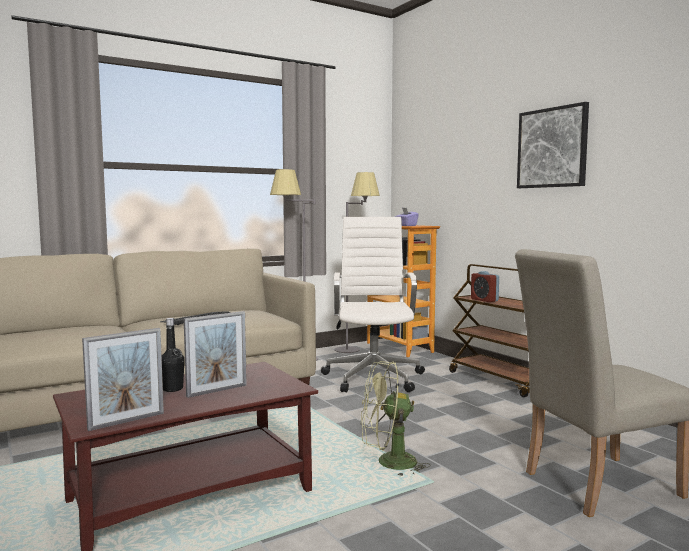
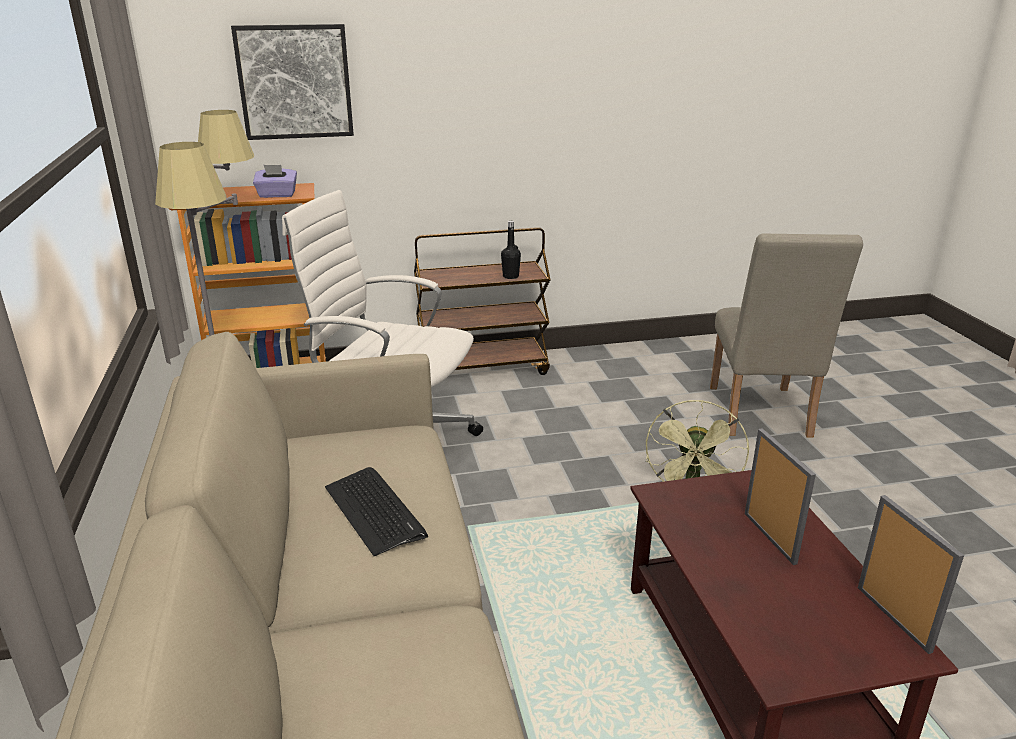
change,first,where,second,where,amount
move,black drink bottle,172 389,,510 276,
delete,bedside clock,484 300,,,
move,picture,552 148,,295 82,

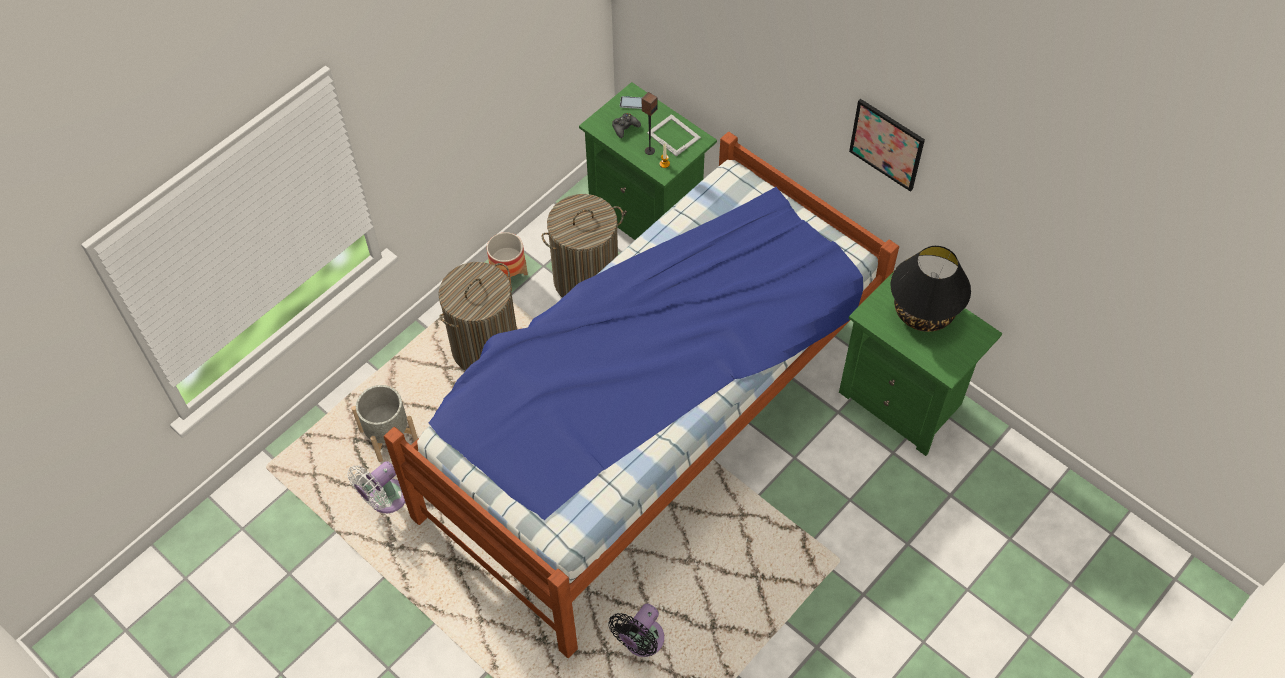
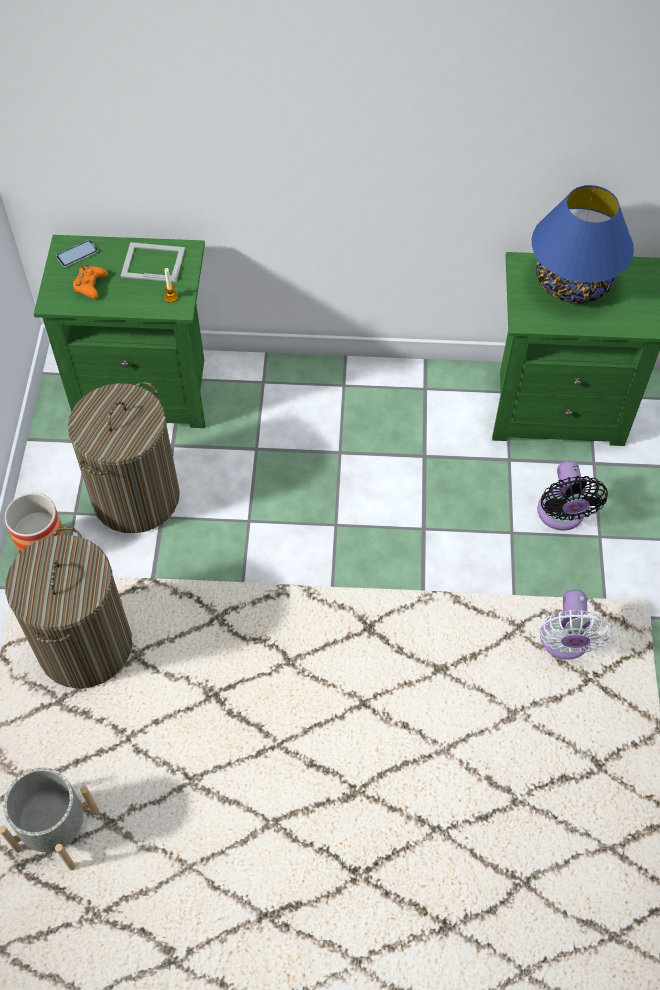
change,first,where,second,where,amount
move,white fan,384 499,,564 643,
delete,sleeping bed,649 424,,,
move,black fan,641 642,,561 515,
recolor,black gamepad,625 127,orange-coloured gamepad,90 285,
delete,audio speaker,649 151,,,
delete,picture,886 144,,,
recolor,black table lamp,923 311,blue table lamp,572 282,

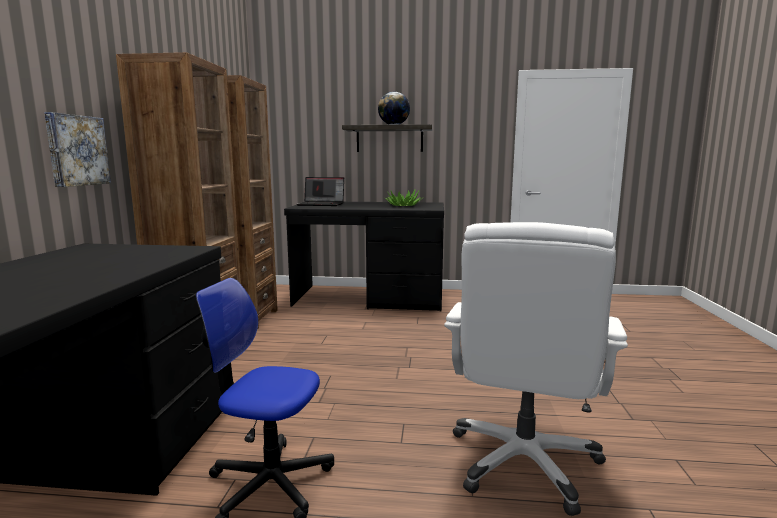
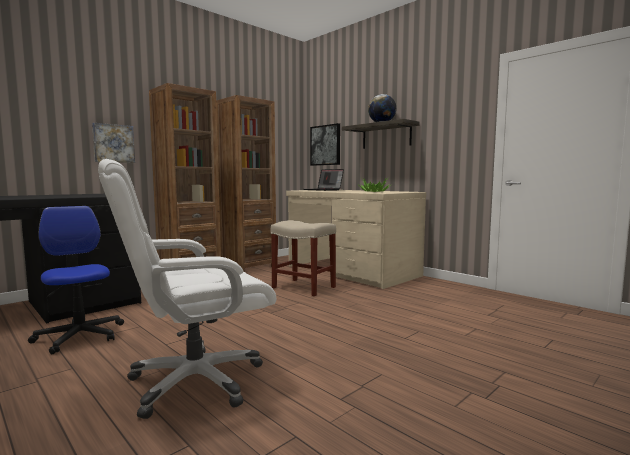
change,first,where,second,where,amount
recolor,black desk table,370 298,beige desk table,351 271,
insert,,,beige stool,303 287,
insert,,,picture,325 145,

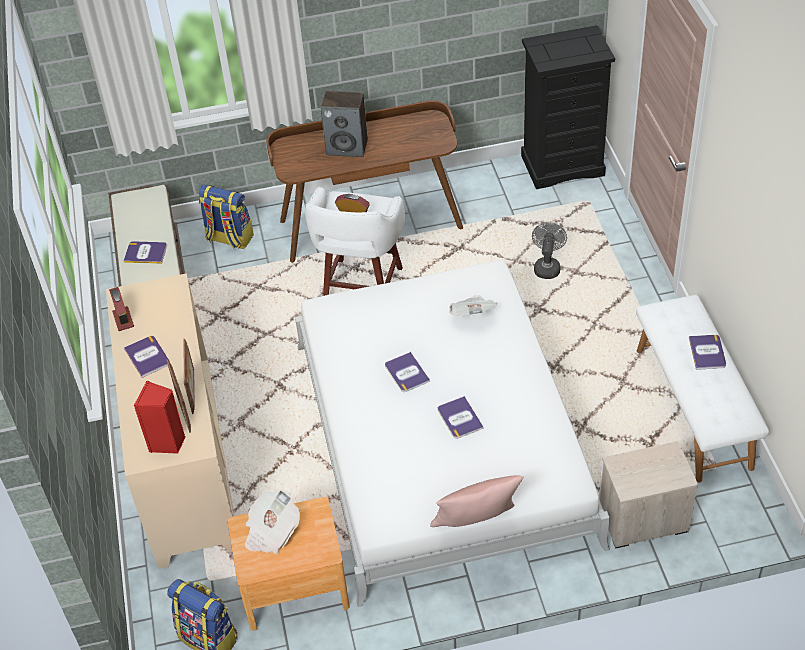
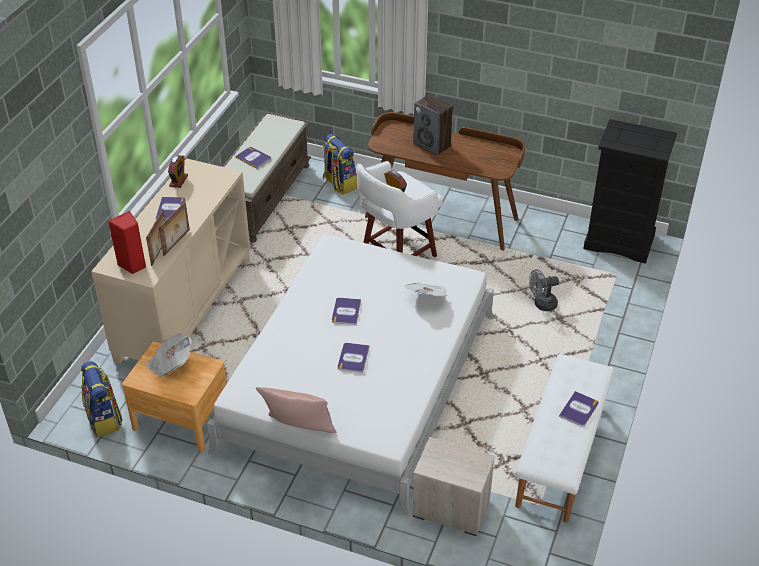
change,first,where,second,where,amount
rotate,gray fan,547 266,,541 304,150 degrees counterclockwise

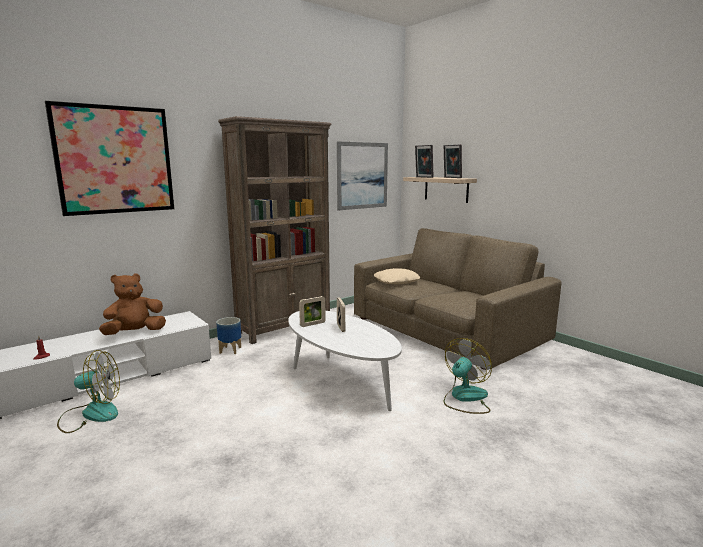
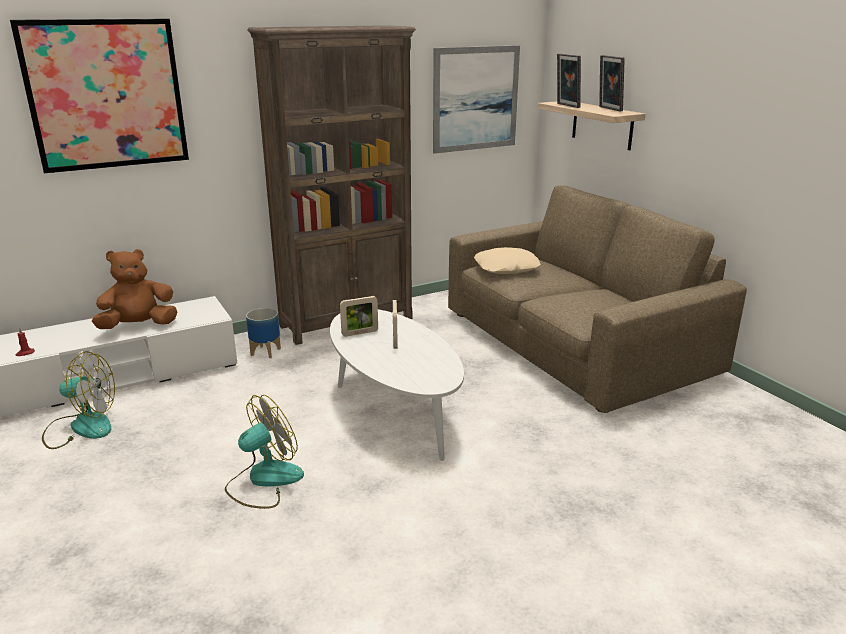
change,first,where,second,where,amount
move,fan,465 398,,264 480,

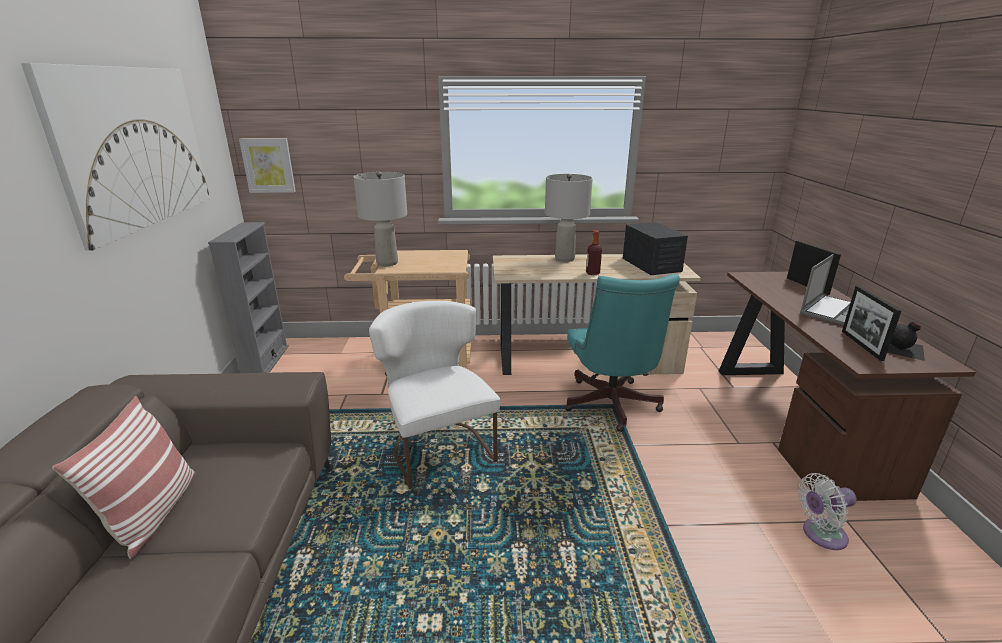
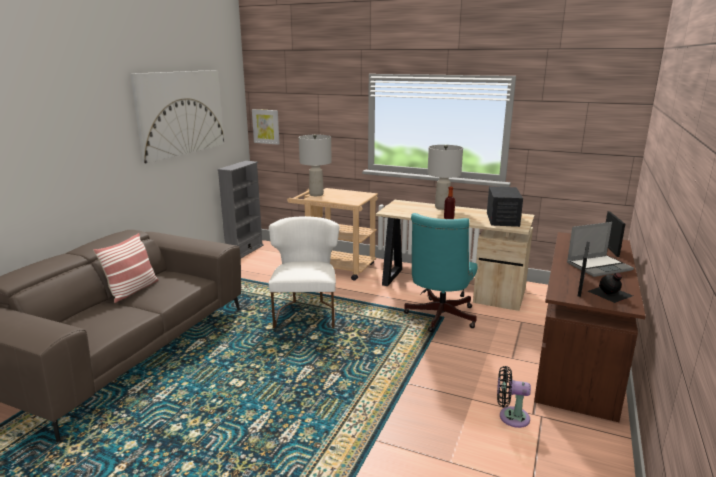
change,first,where,second,where,amount
recolor,white fan,820 535,black fan,510 417,

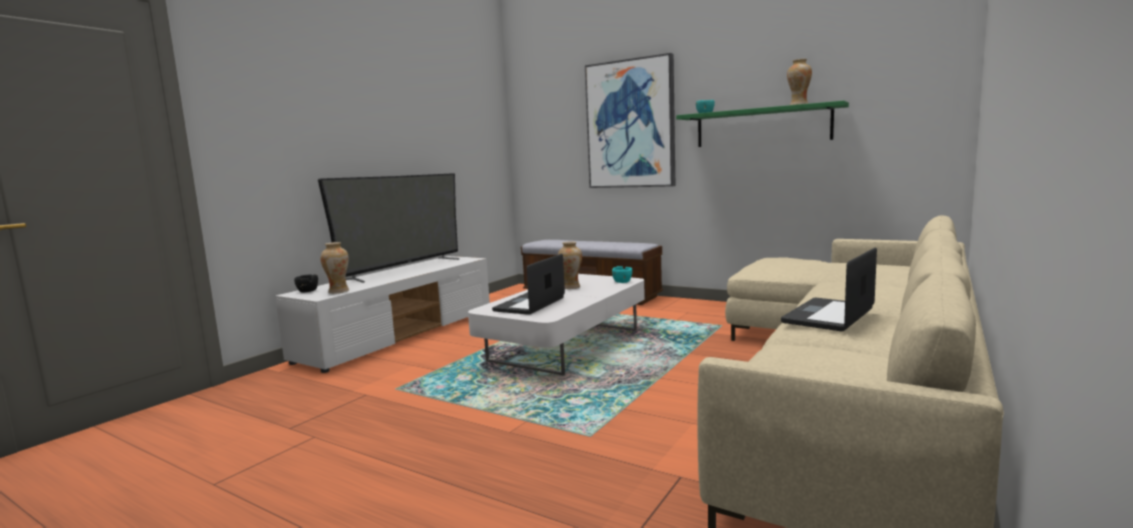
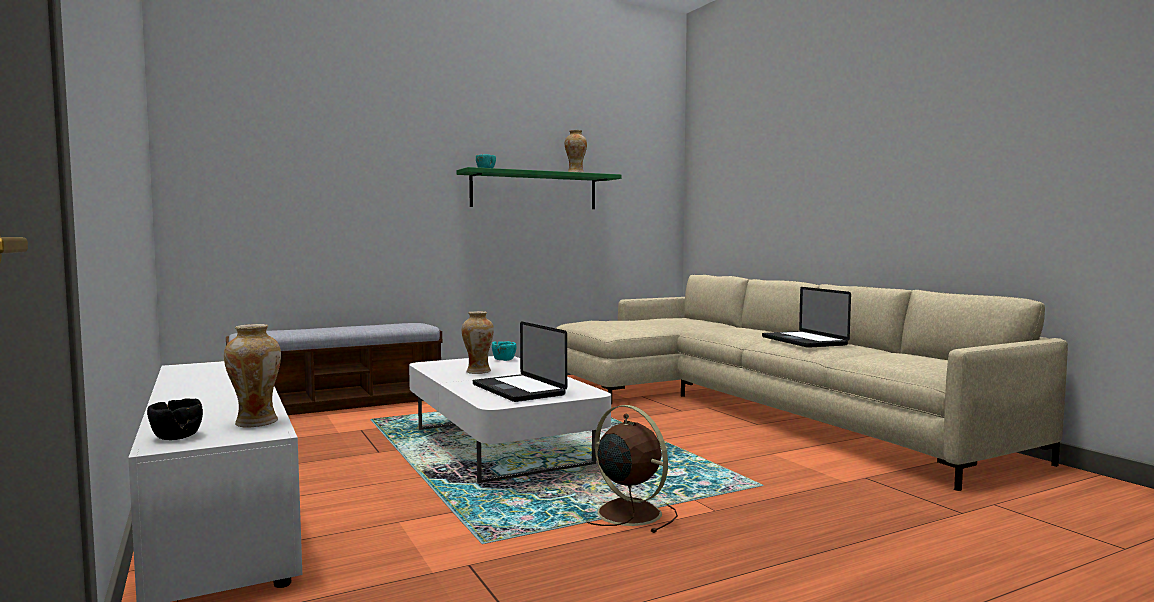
change,first,where,second,where,amount
delete,TV,404 269,,,
delete,picture,630 124,,,
insert,,,brown fan,626 512,

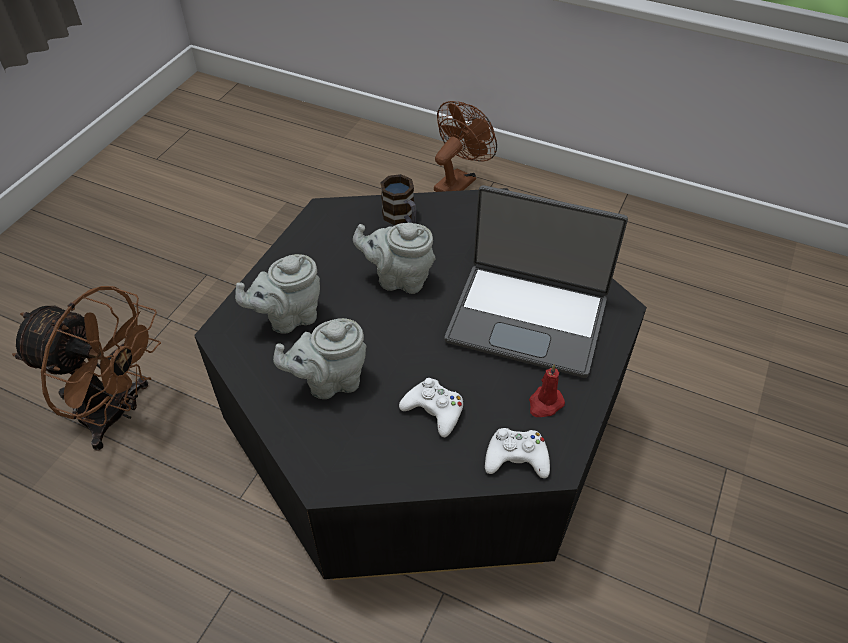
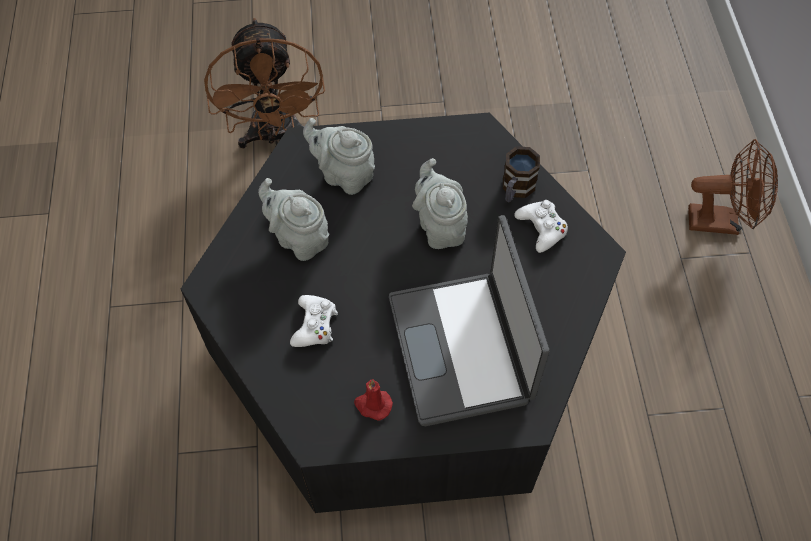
change,first,where,second,where,amount
move,white gamepad,516 458,,542 229,

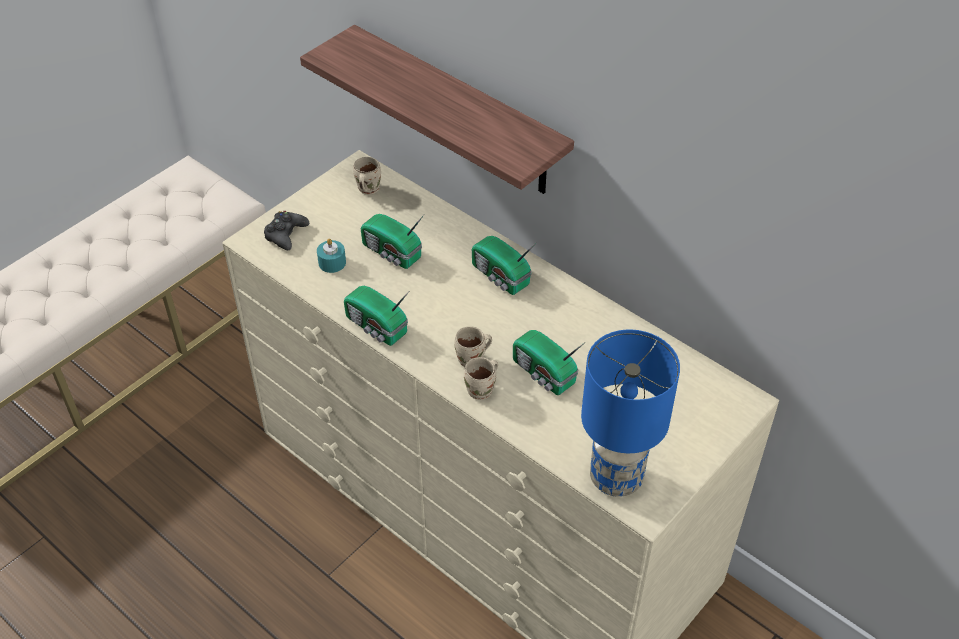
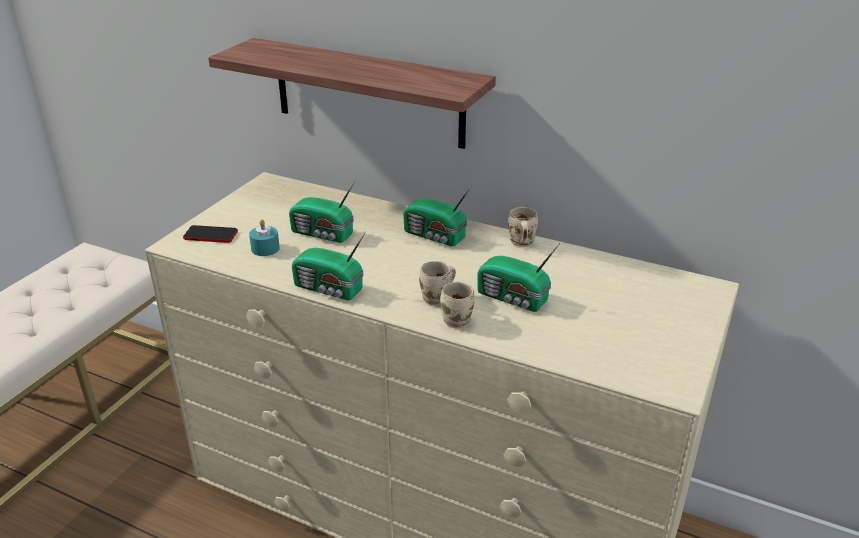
change,first,where,second,where,amount
replace,black gamepad,285 234,handset,210 235,
move,beige mug,367 189,,520 242,
delete,blue table lamp,616 479,,,

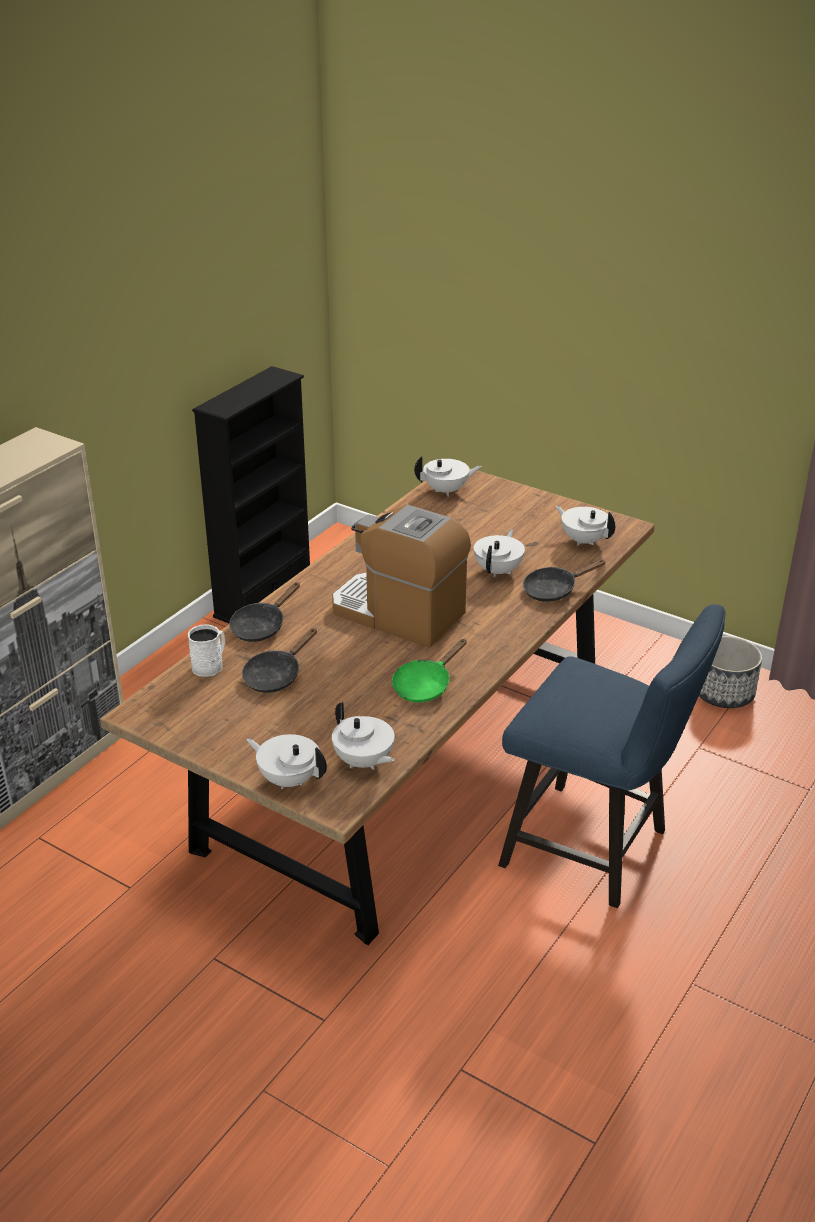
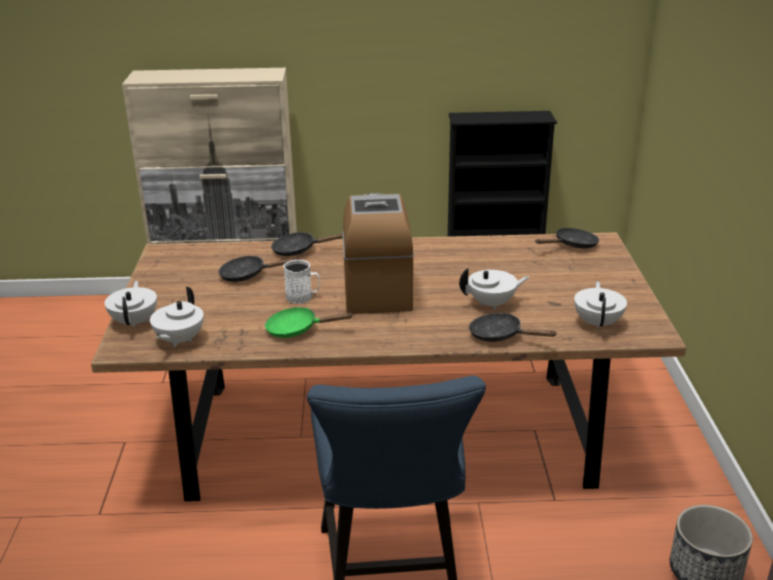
change,first,where,second,where,amount
move,white mug,210 665,,303 297,
replace,white pot for tea,446 491,black pan,572 245,

